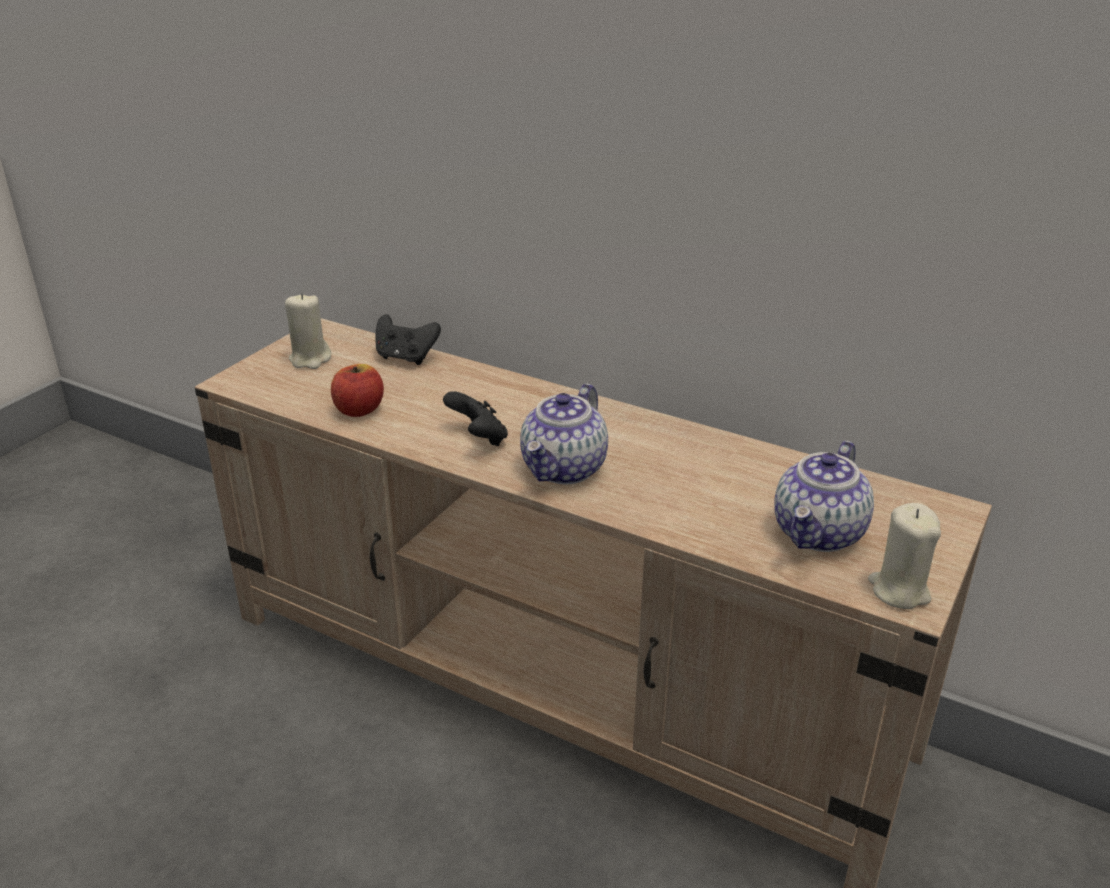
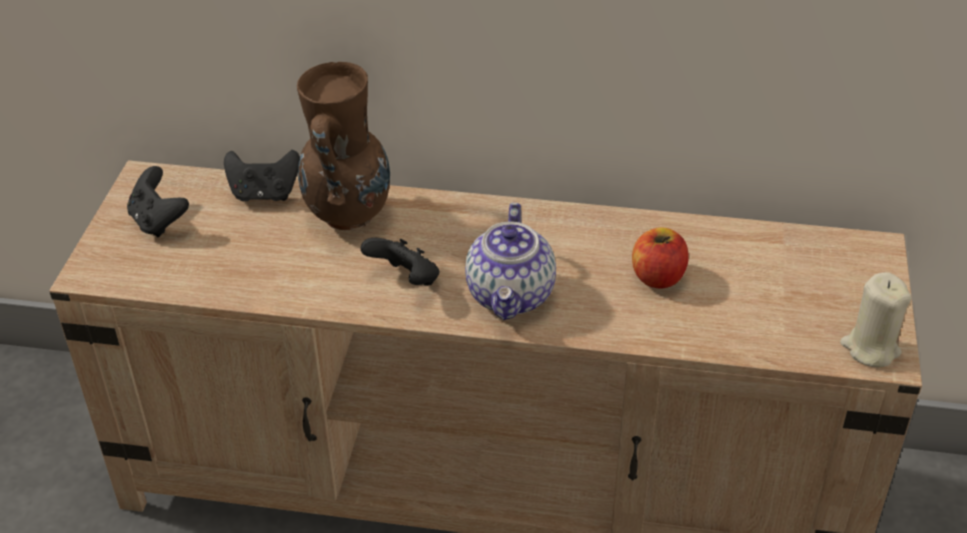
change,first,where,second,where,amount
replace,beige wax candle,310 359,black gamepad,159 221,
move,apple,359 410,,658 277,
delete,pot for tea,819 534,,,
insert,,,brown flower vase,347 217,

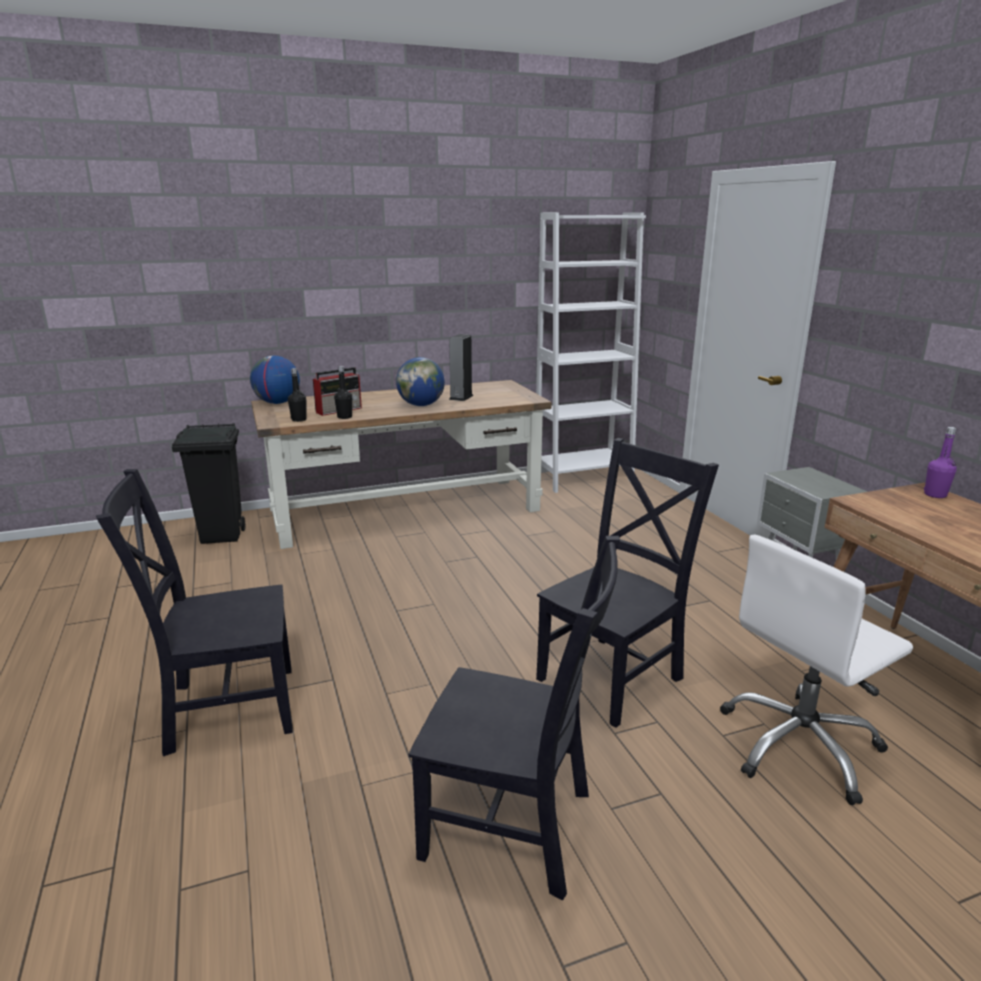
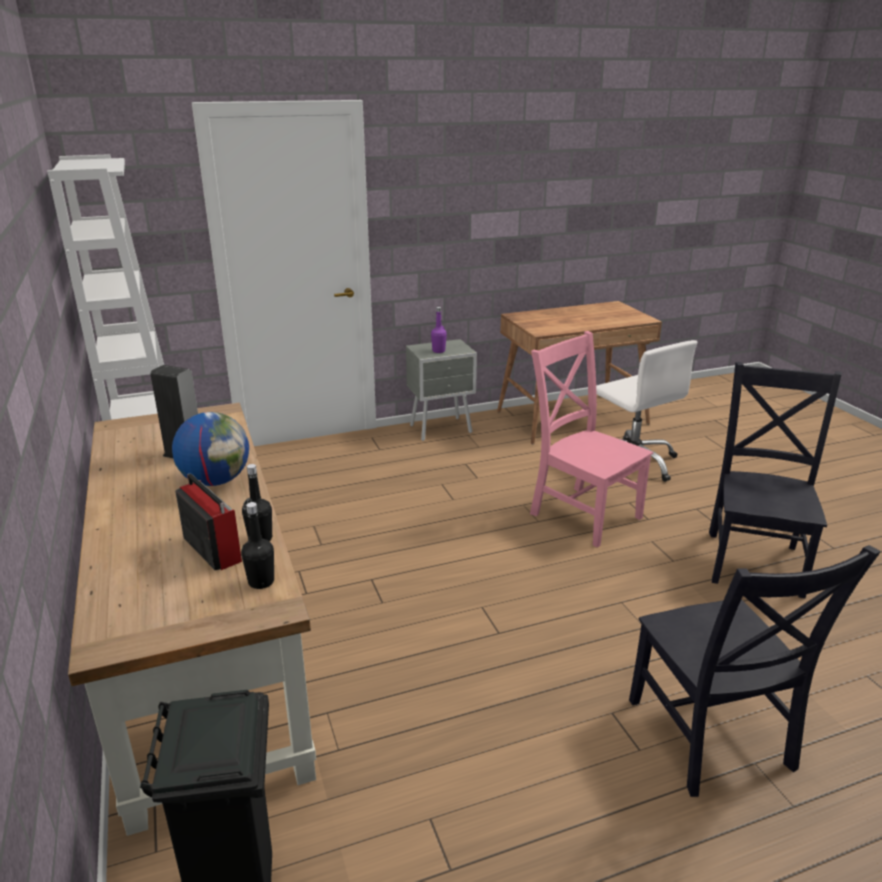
change,first,where,second,where,amount
delete,world globe,277 403,,,
recolor,black upright chair,614 676,pink-coloured upright chair,582 513,
move,purple drink bottle,935 495,,438 351,

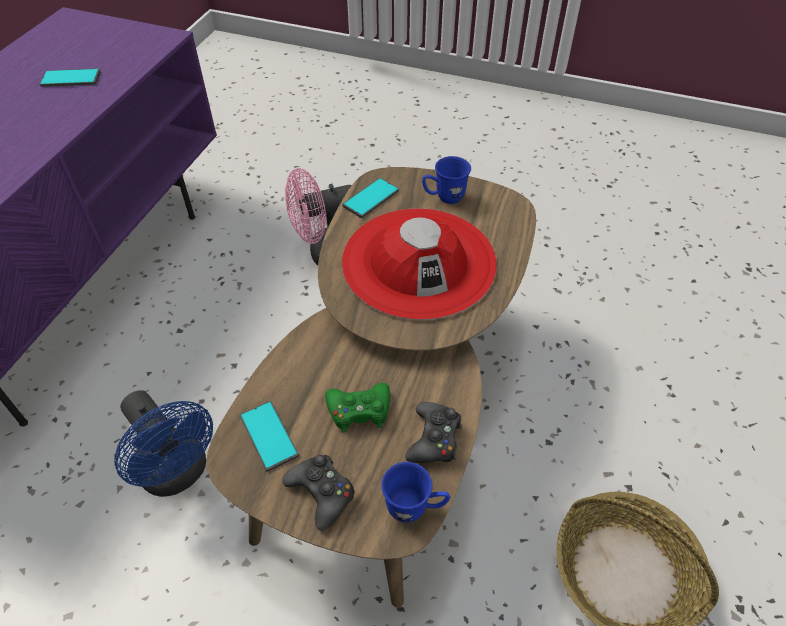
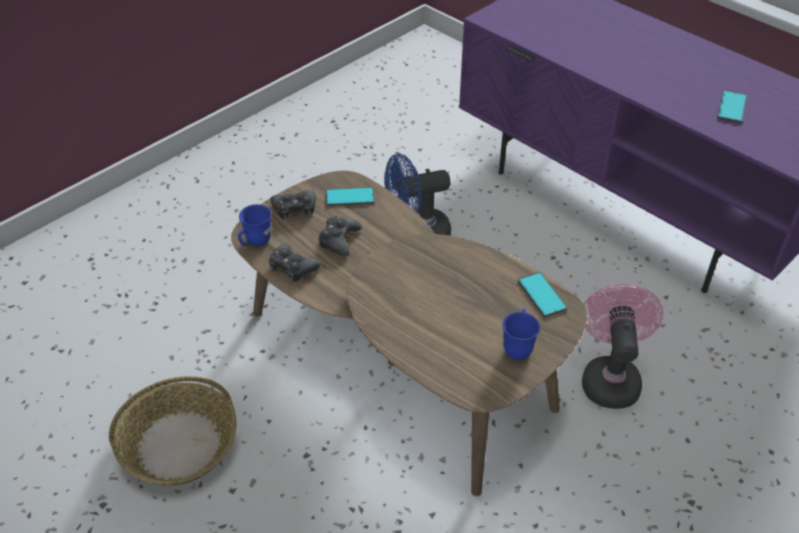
change,first,where,second,where,amount
recolor,greenish gamepad,359 410,black gamepad,339 240,
delete,red-coloured wearable hat,419 262,,,

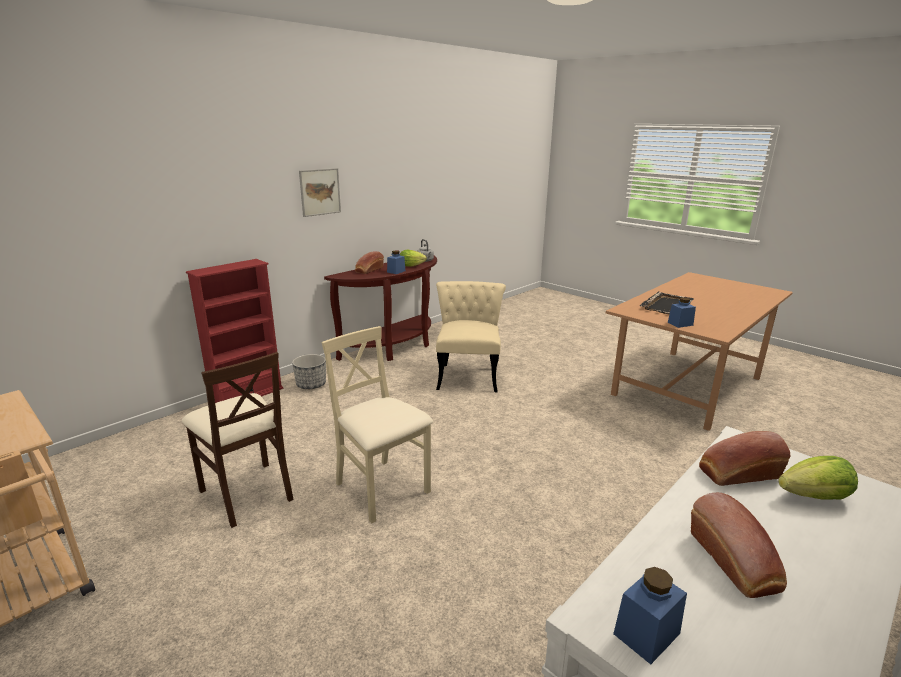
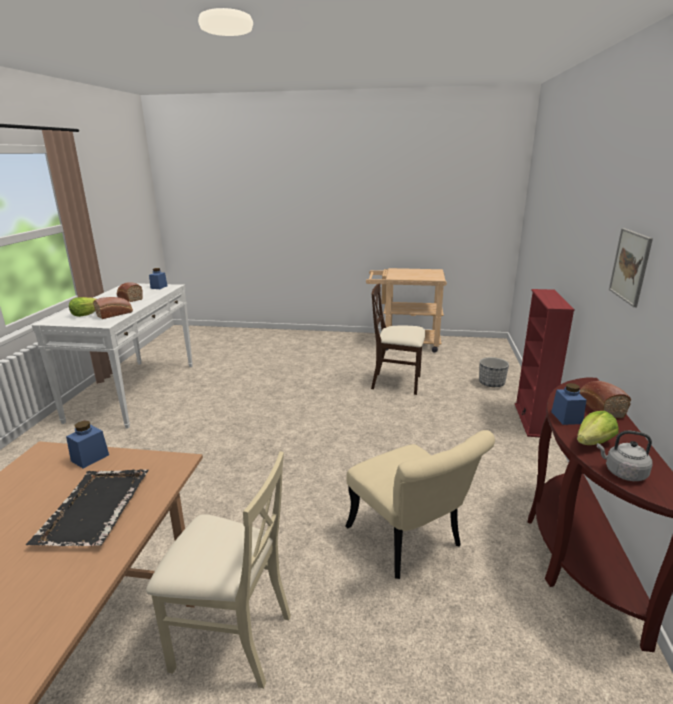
change,first,where,second,where,amount
move,plant pot,311 385,,491 384,
move,beige upright chair,382 489,,231 639,

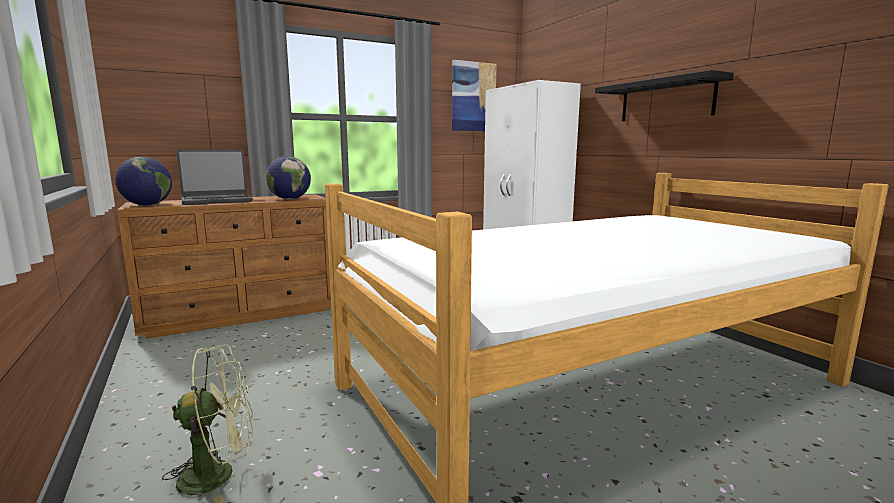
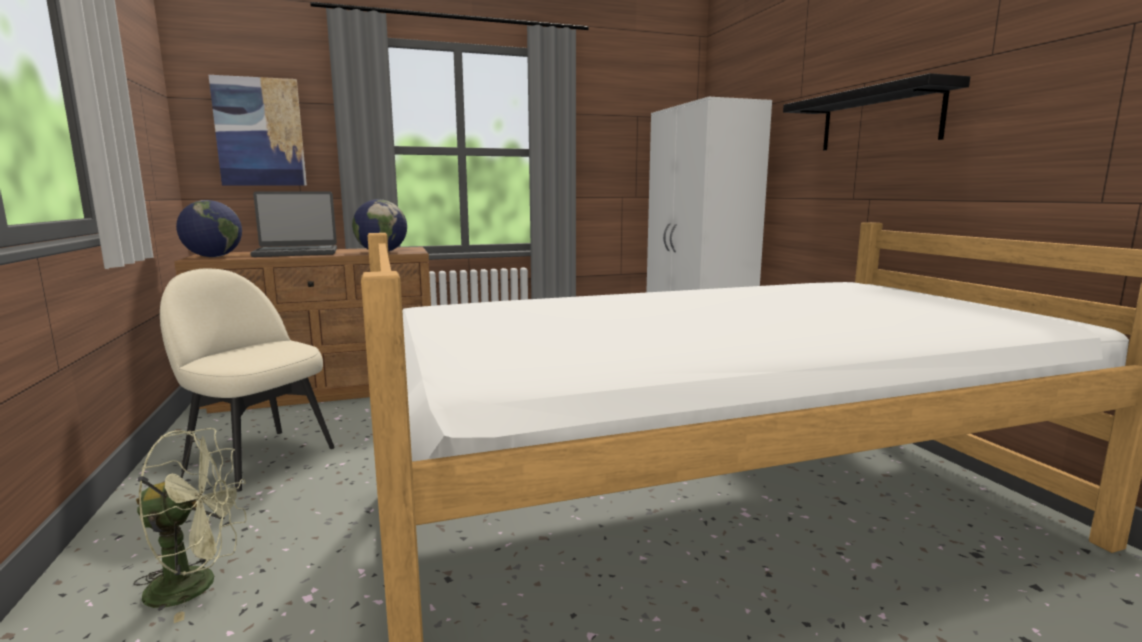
change,first,where,second,where,amount
move,picture,473 97,,259 132,
insert,,,beige upright chair,258 457,

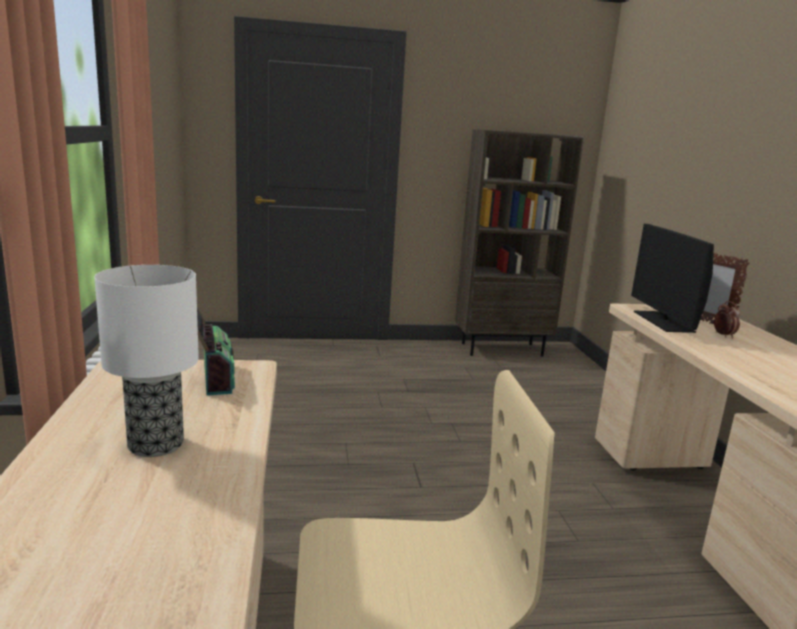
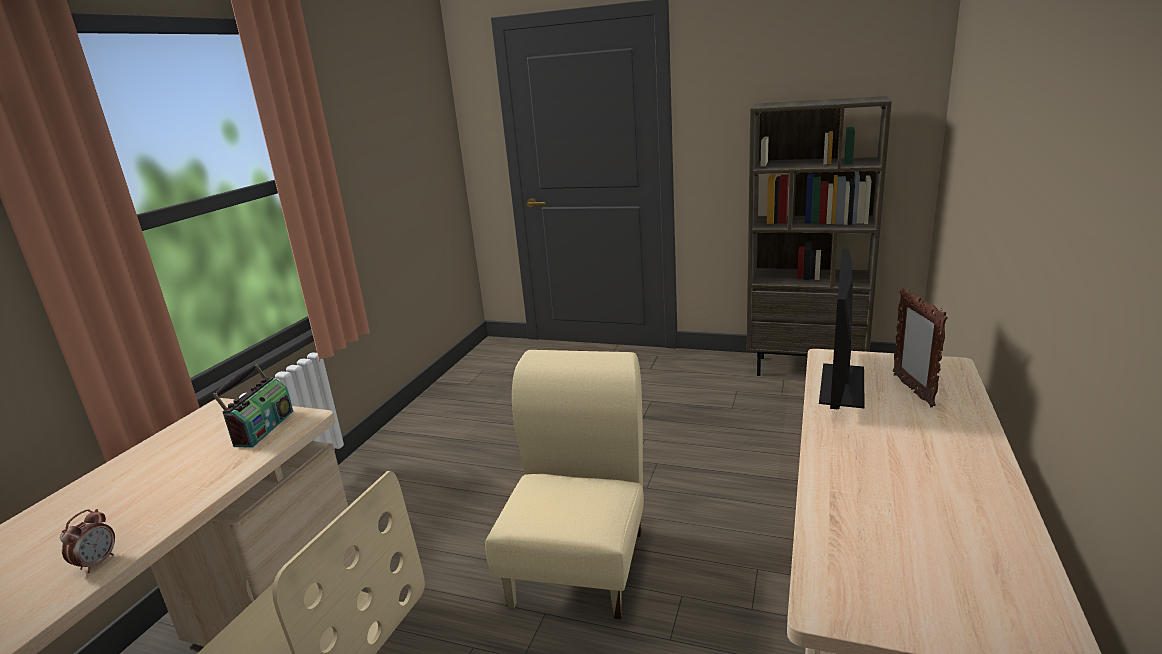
change,first,where,second,where,amount
delete,table lamp,156 443,,,
move,bedside clock,723 335,,97 562,
insert,,,beige upright chair,579 566,

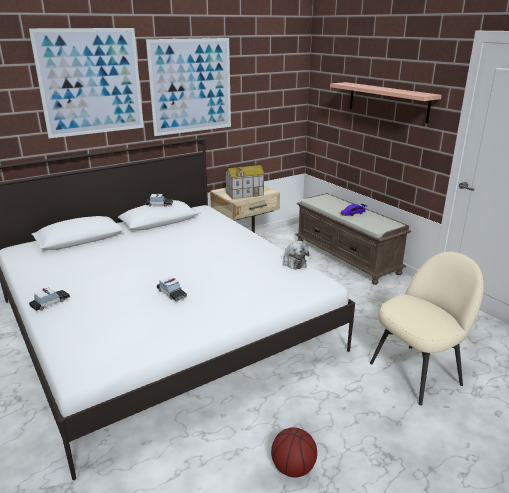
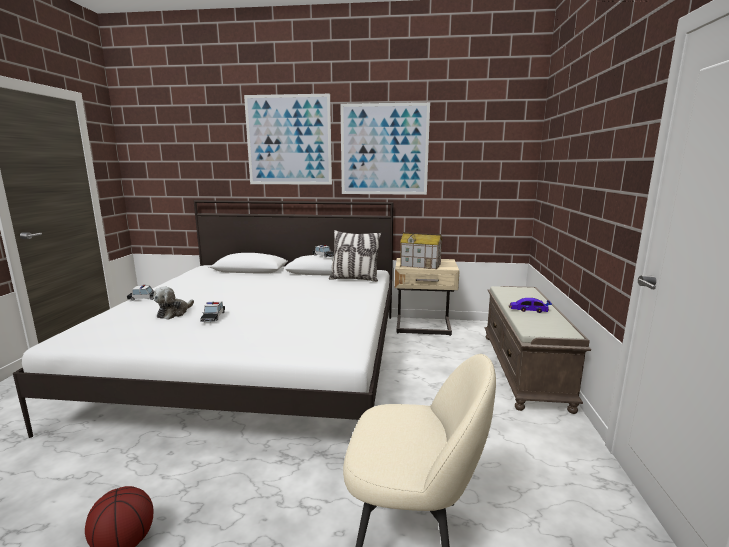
change,first,where,second,where,amount
move,plush toy,293 262,,174 313,
delete,bracket shelf,387 101,,,
insert,,,pillow,354 279,

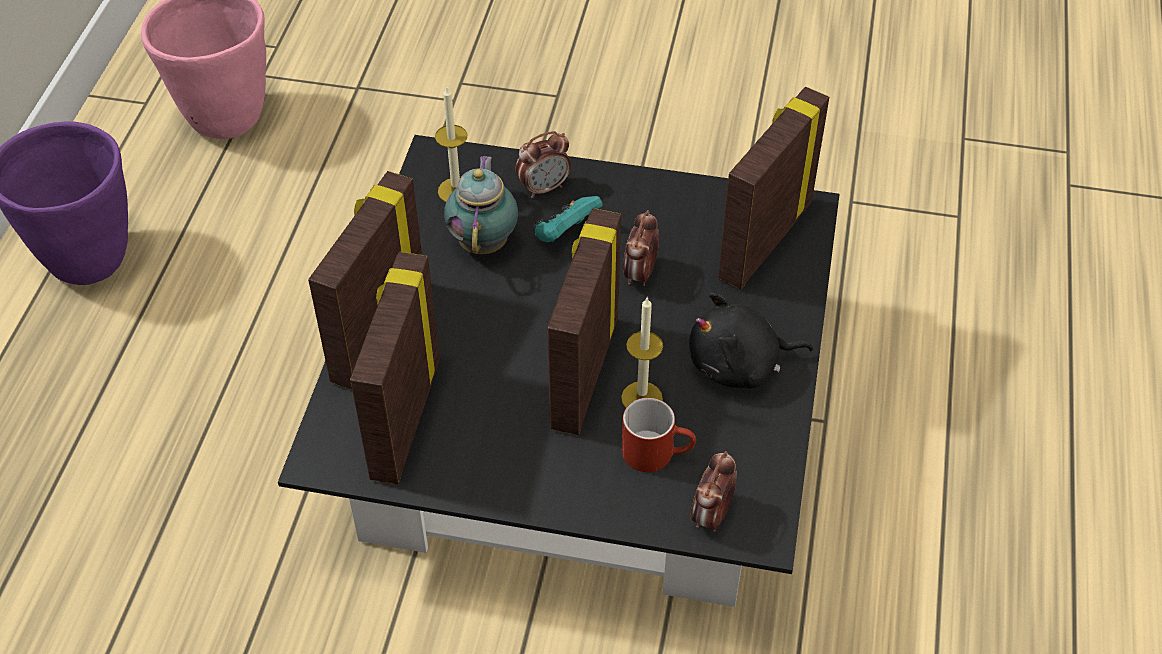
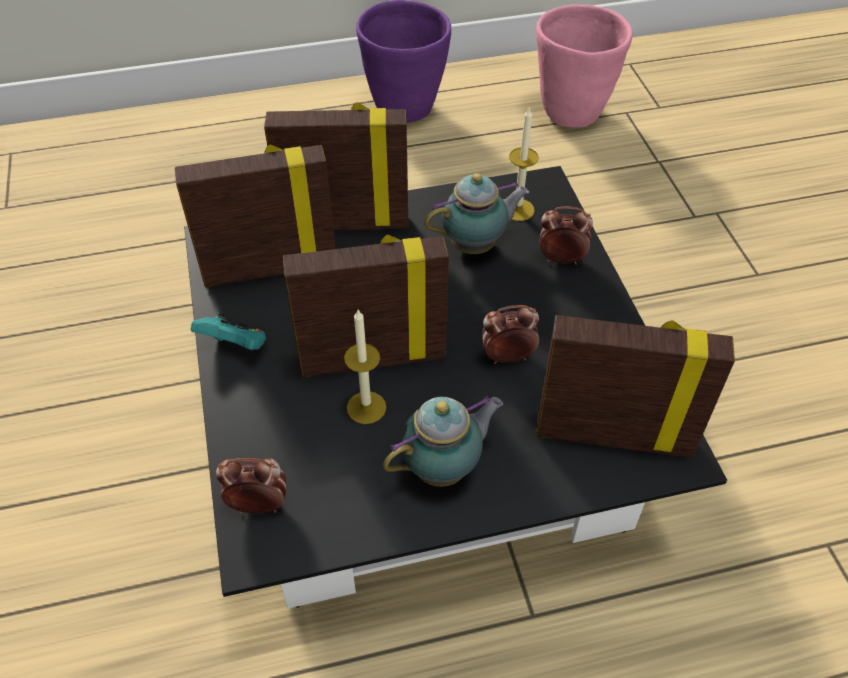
change,first,where,second,where,amount
rotate,bedside clock,544 188,,561 259,150 degrees clockwise
move,turquoise gamepad,566 233,,235 346,
delete,red-coloured mug,657 452,,,
replace,black plush toy,739 365,pot for tea,444 468,

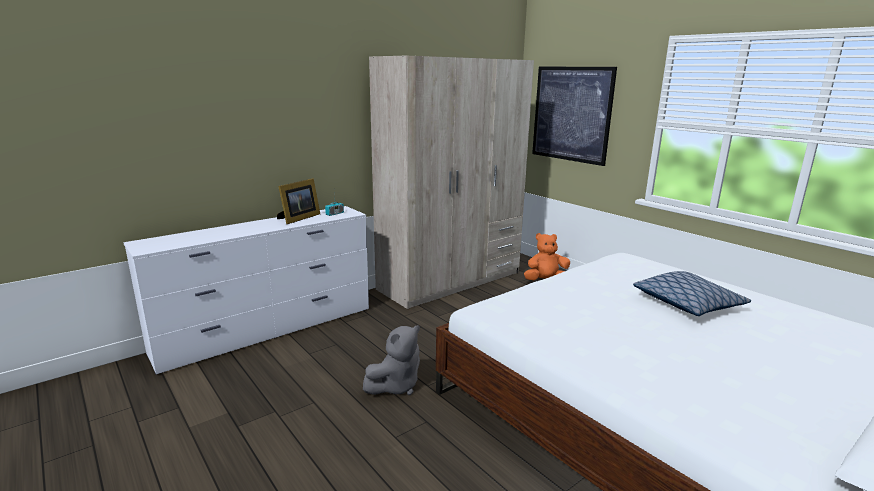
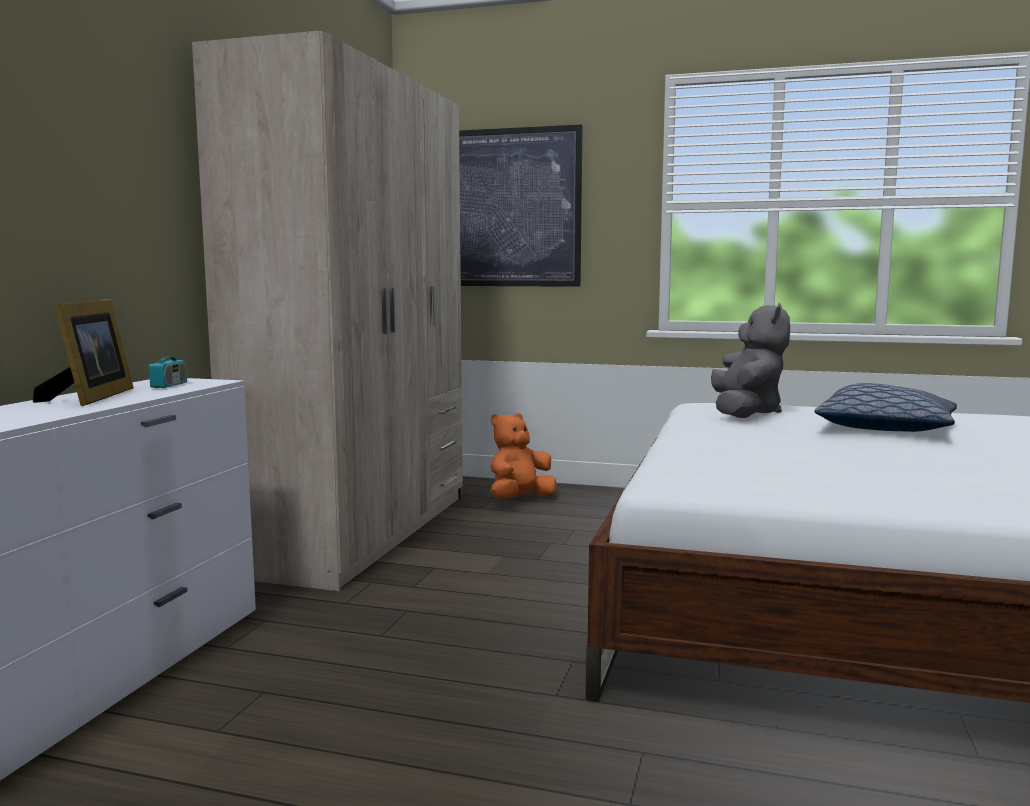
change,first,where,second,where,amount
move,gray plush toy,395 386,,745 413,

